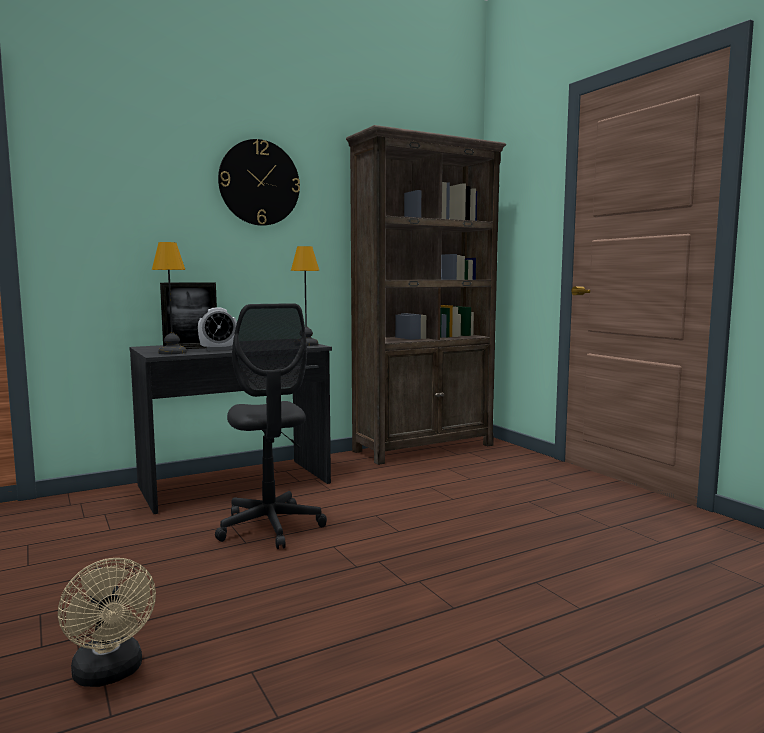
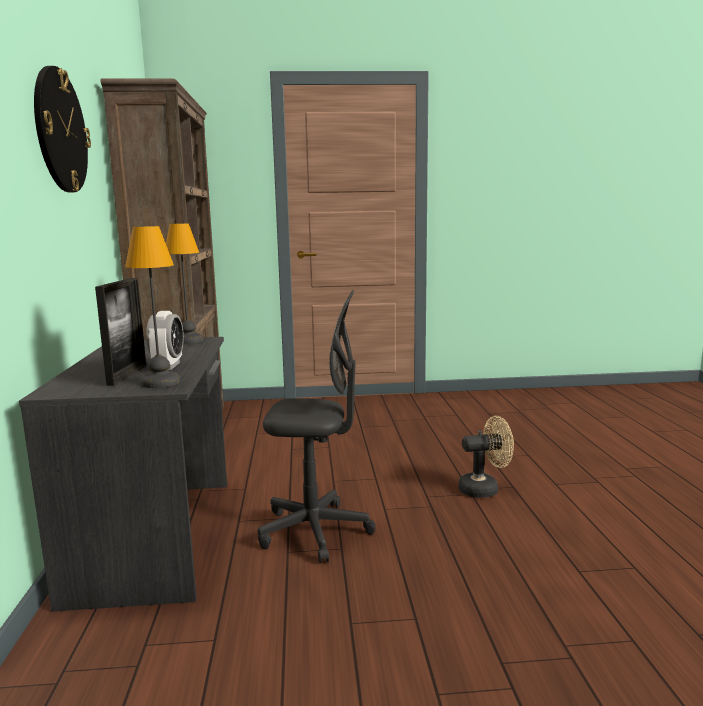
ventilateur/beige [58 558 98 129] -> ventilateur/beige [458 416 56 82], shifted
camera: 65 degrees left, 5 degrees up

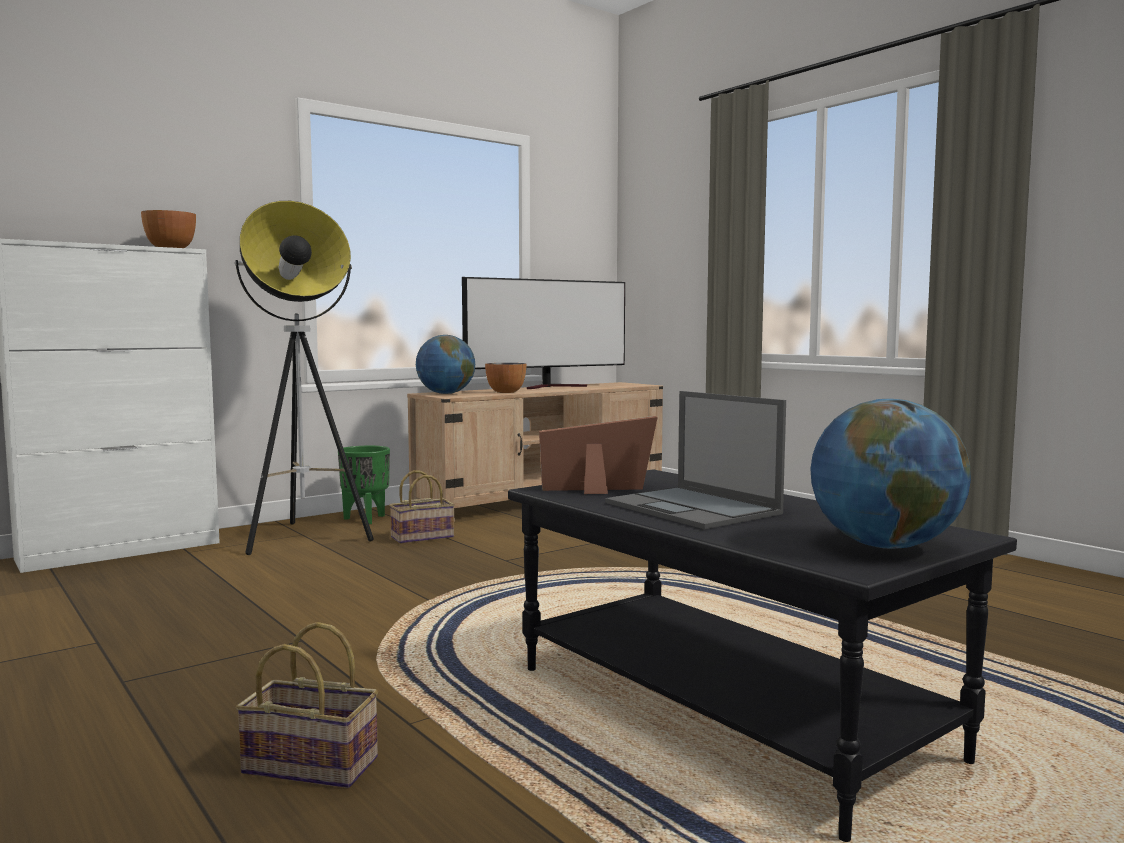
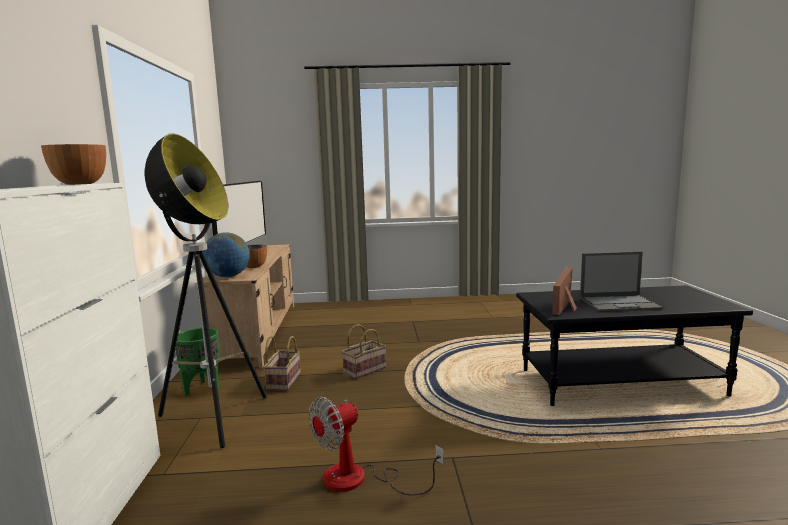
panier [236 622 142 166] -> panier [341 324 45 55], shifted
globe [810 399 161 150] -> none
none -> ventilateur [309 397 135 98]
camera: 55 degrees left, 5 degrees up

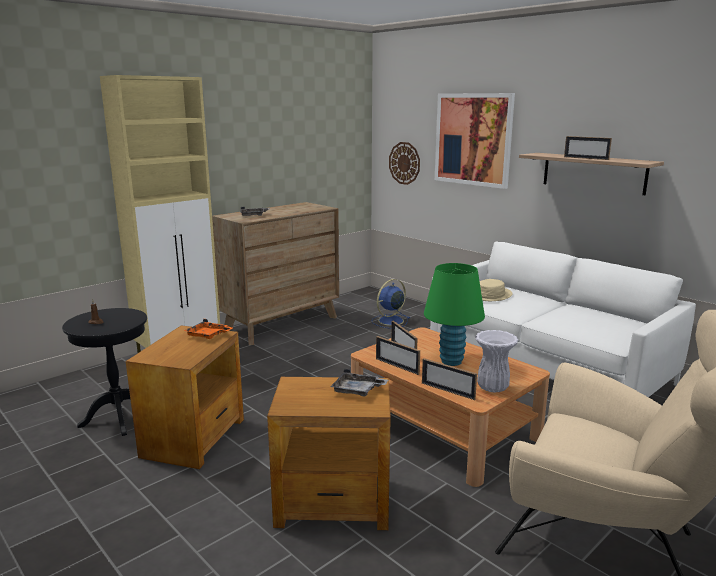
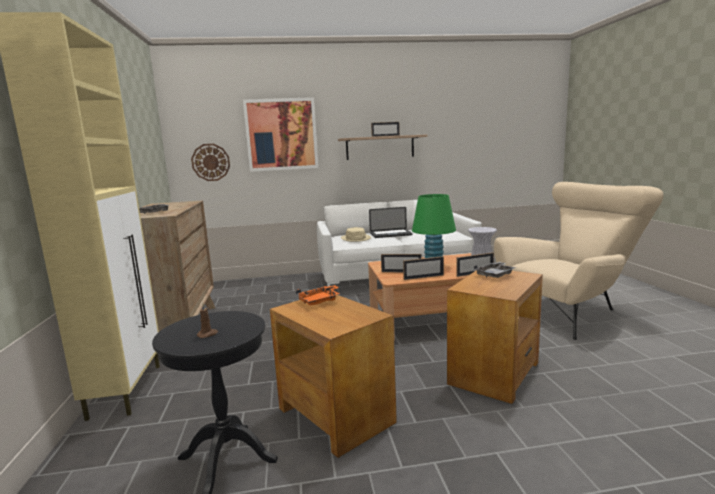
ventilateur/bleu [371 279 39 50] -> none
none -> ordinateur portable [369 207 44 31]
camera: 55 degrees left, 5 degrees down

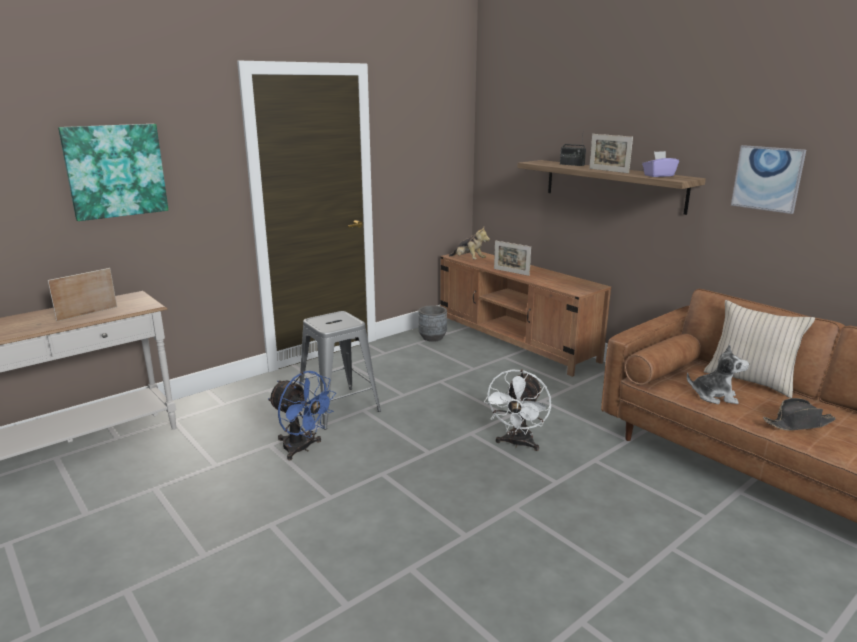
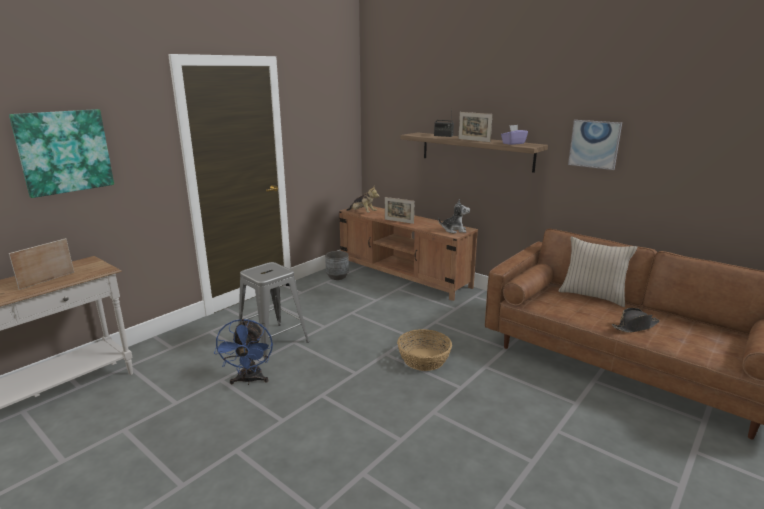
ventilateur/bleu [268 371 68 89] -> ventilateur/bleu [214 319 59 66], 60 degrees clockwise
ventilateur/blanc [484 369 67 82] -> panier [397 329 55 42]
peluche [687 344 62 60] -> peluche [438 199 32 35], shifted
camera: 10 degrees left, 0 degrees up

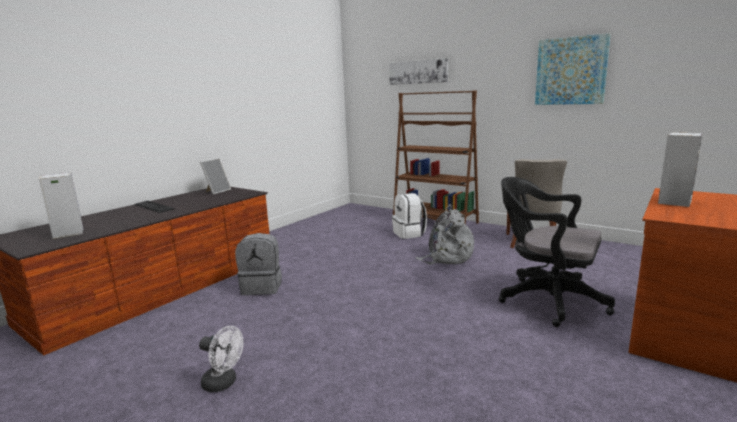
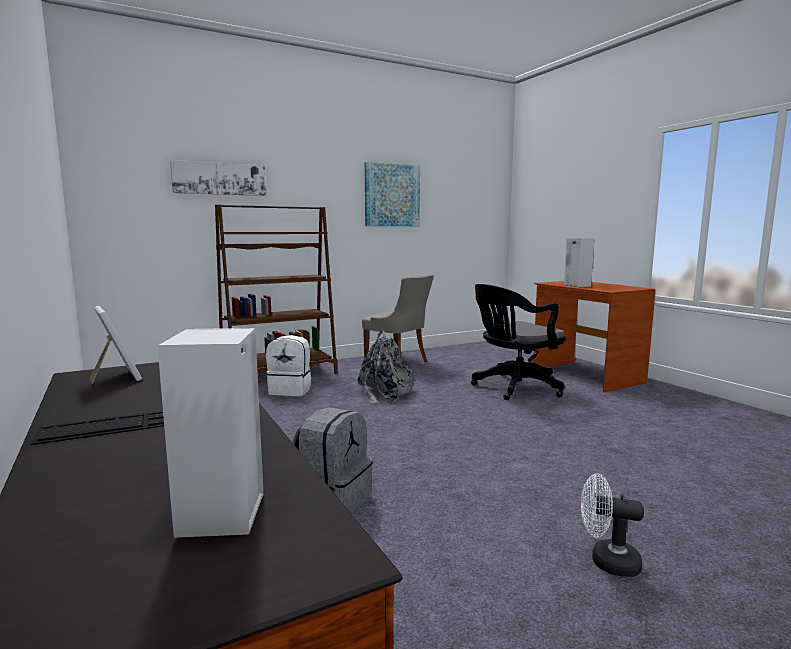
ventilateur/blanc [199 326 44 66] -> ventilateur/blanc [581 473 63 104], 120 degrees counterclockwise
camera: 65 degrees left, 5 degrees down

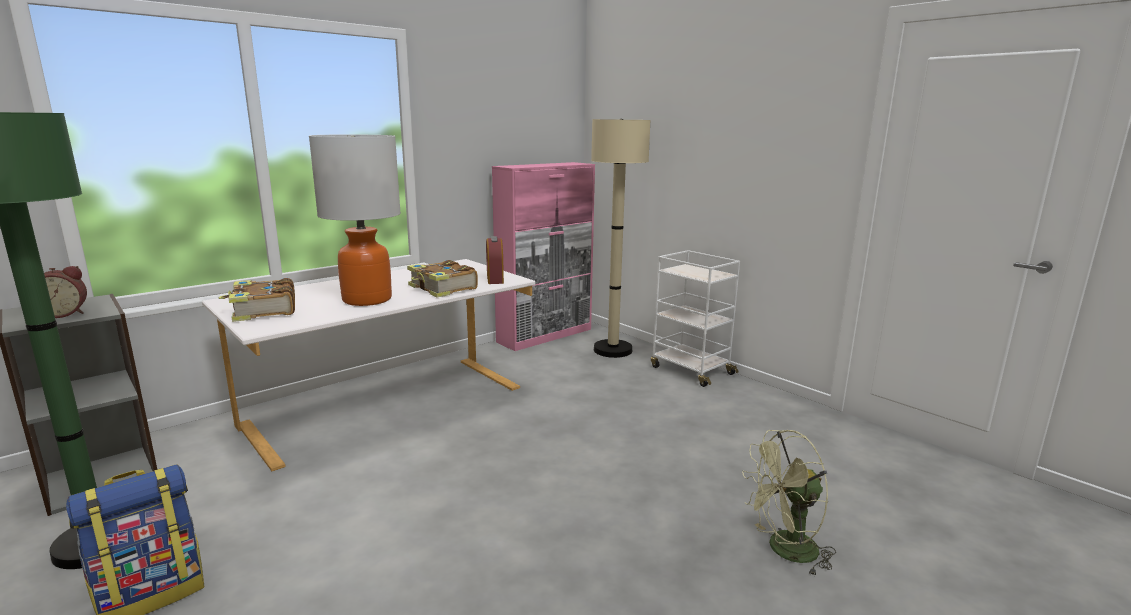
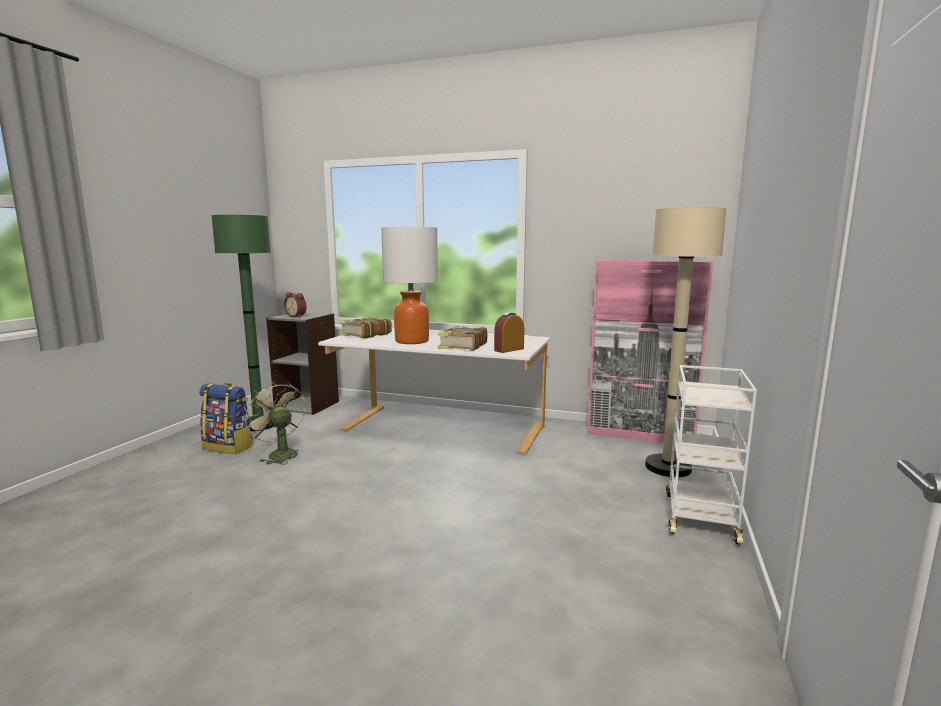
ventilateur/vert [742 430 94 146] -> ventilateur/vert [243 382 63 83], shifted
camera: 60 degrees right, 5 degrees down

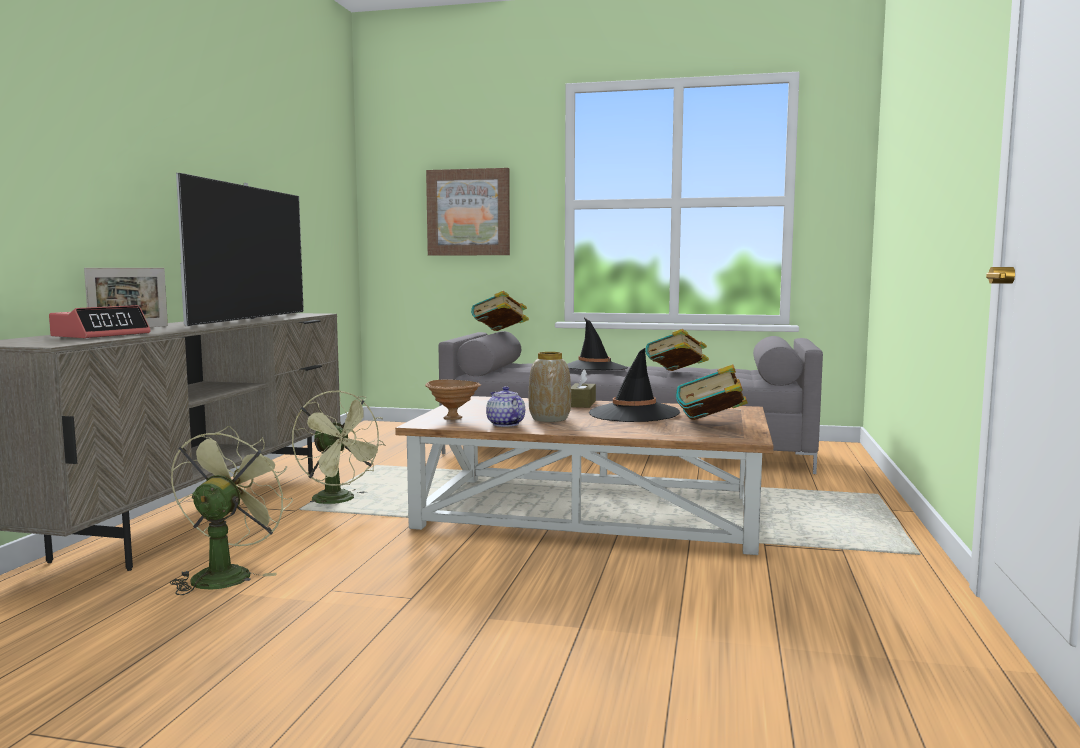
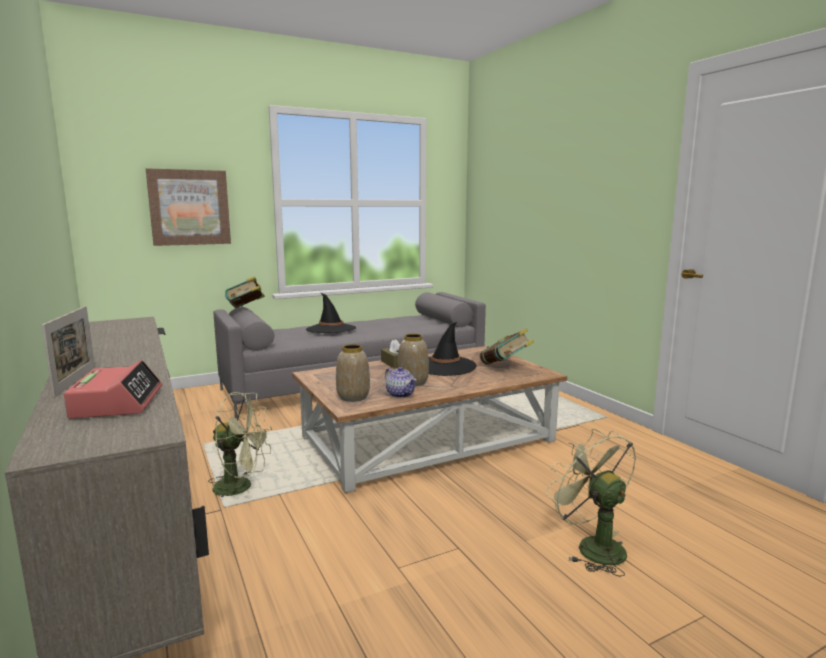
ventilateur/vert [170 426 123 169] -> ventilateur/vert [546 429 90 148], shifted
téléviseur [176 173 128 153] -> none
bol/marron [425 379 56 41] -> vase [336 344 34 58]
théière [486 386 39 41] -> théière [385 367 32 31], 150 degrees counterclockwise
livre [645 329 64 42] -> none
camera: 40 degrees left, 5 degrees up

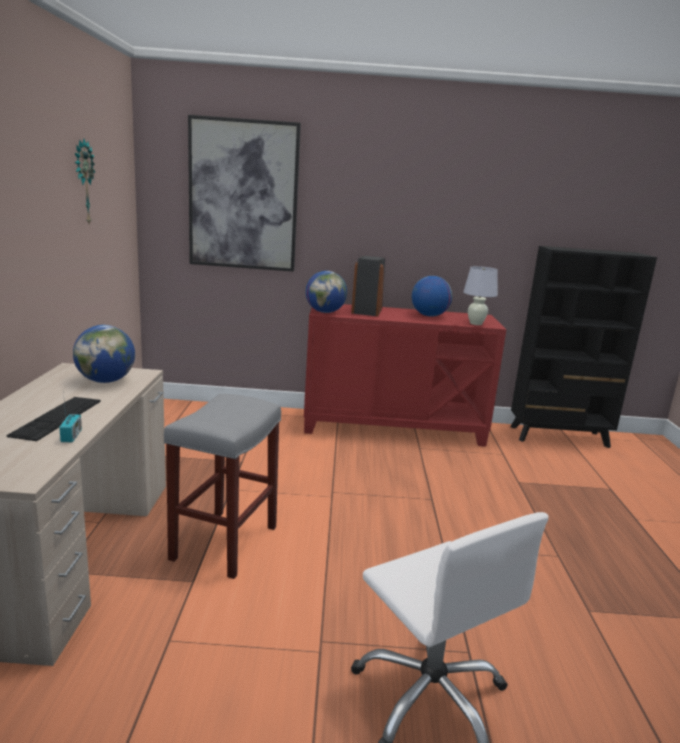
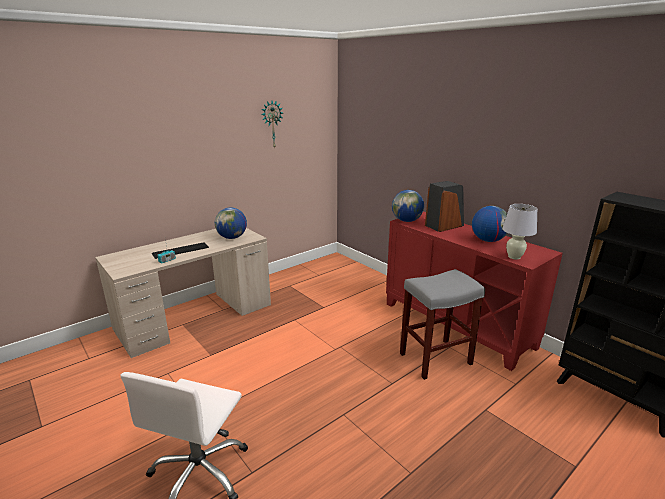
tabouret/gris [164 394 117 185] -> tabouret/gris [400 269 85 111], shifted
tableau [188 115 113 157] -> none
camera: 50 degrees right, 5 degrees up

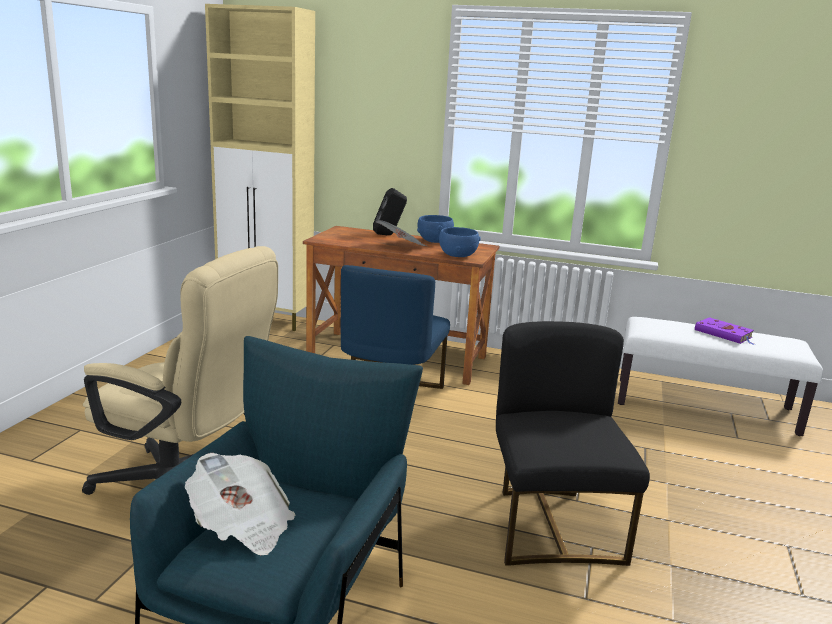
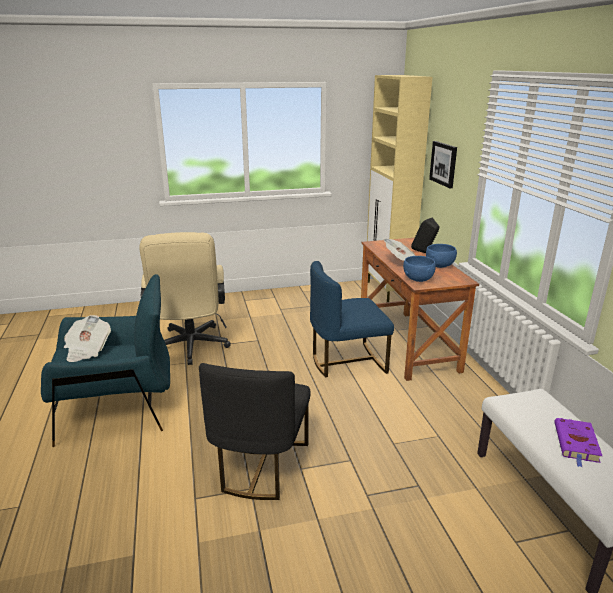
chaise/noir [496 321 154 245] -> chaise/noir [199 363 112 137], 135 degrees clockwise
none -> tableau [429 141 28 47]
camera: 60 degrees right, 5 degrees up

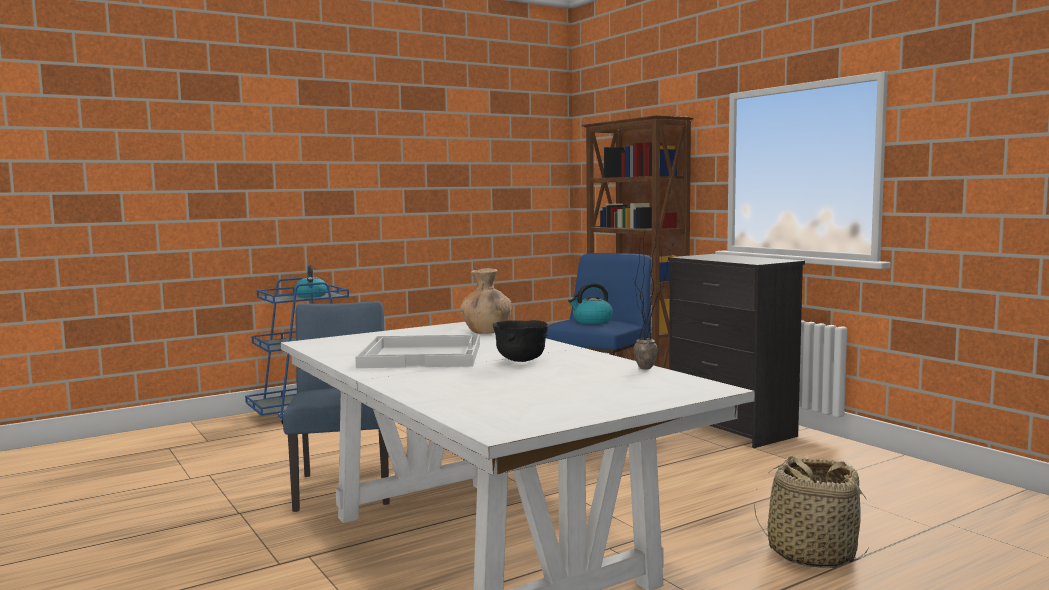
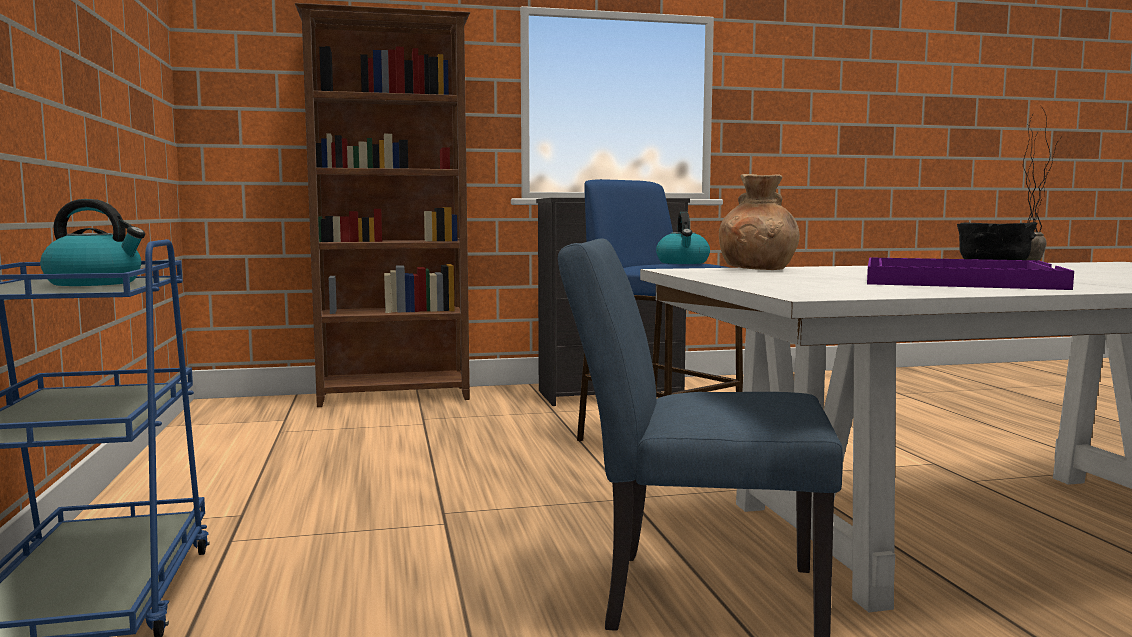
plateau/blanc [355 335 125 33] -> plateau/violet [867 257 207 33]
panier [754 456 114 112] -> none
camera: 70 degrees left, 0 degrees up

